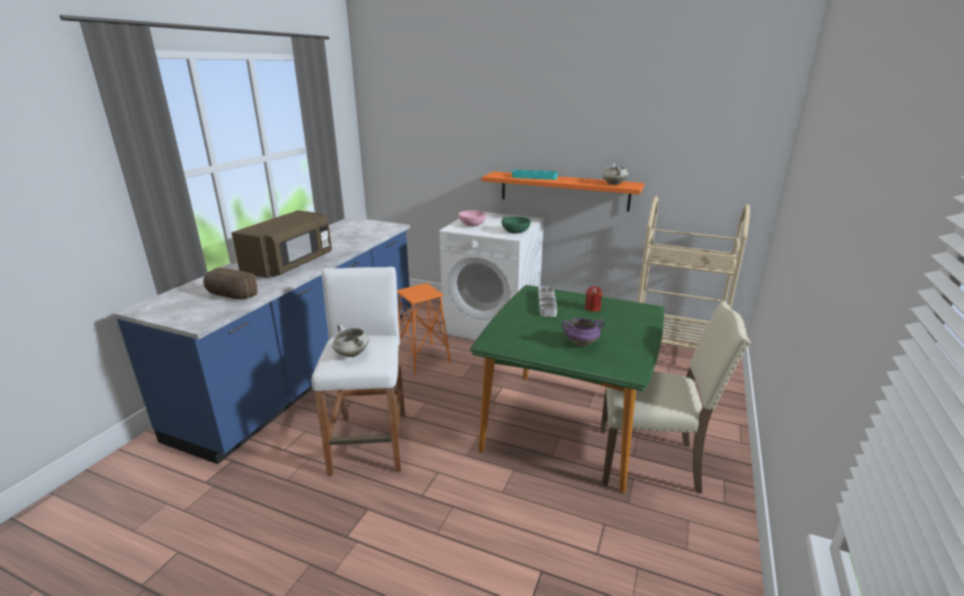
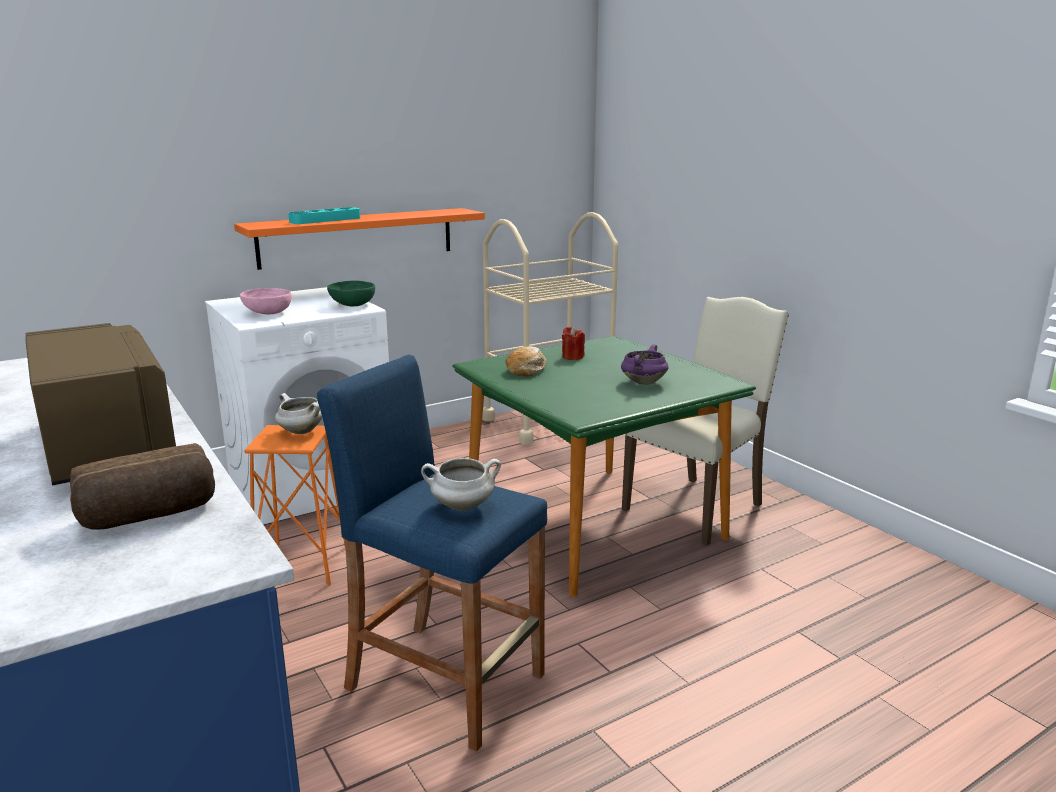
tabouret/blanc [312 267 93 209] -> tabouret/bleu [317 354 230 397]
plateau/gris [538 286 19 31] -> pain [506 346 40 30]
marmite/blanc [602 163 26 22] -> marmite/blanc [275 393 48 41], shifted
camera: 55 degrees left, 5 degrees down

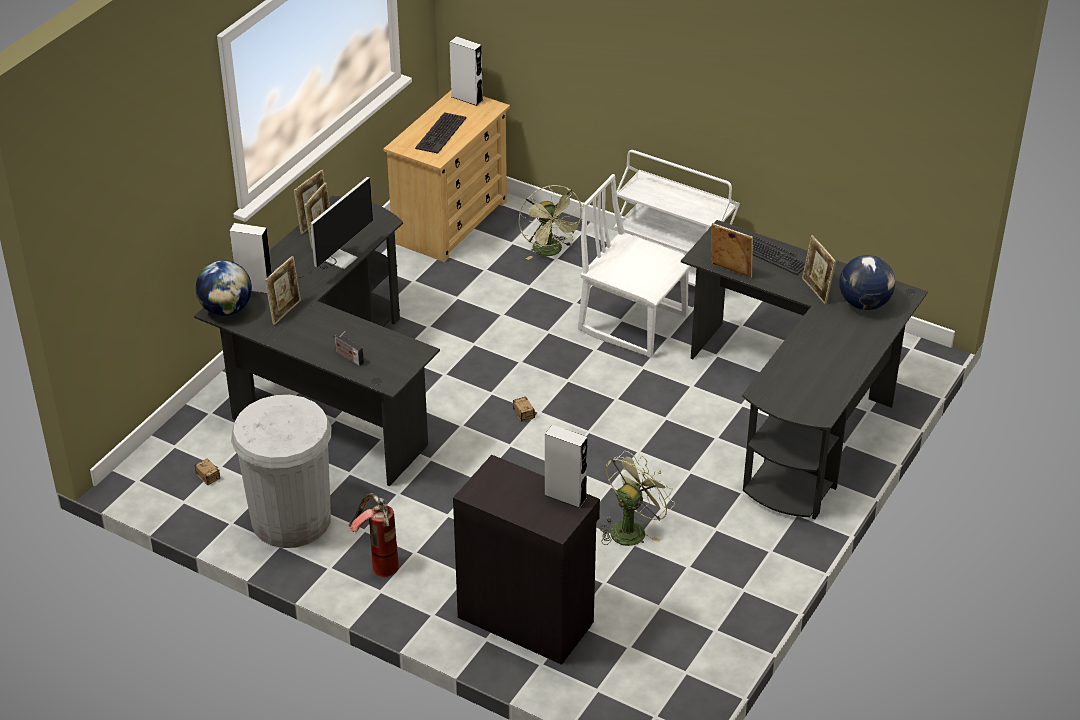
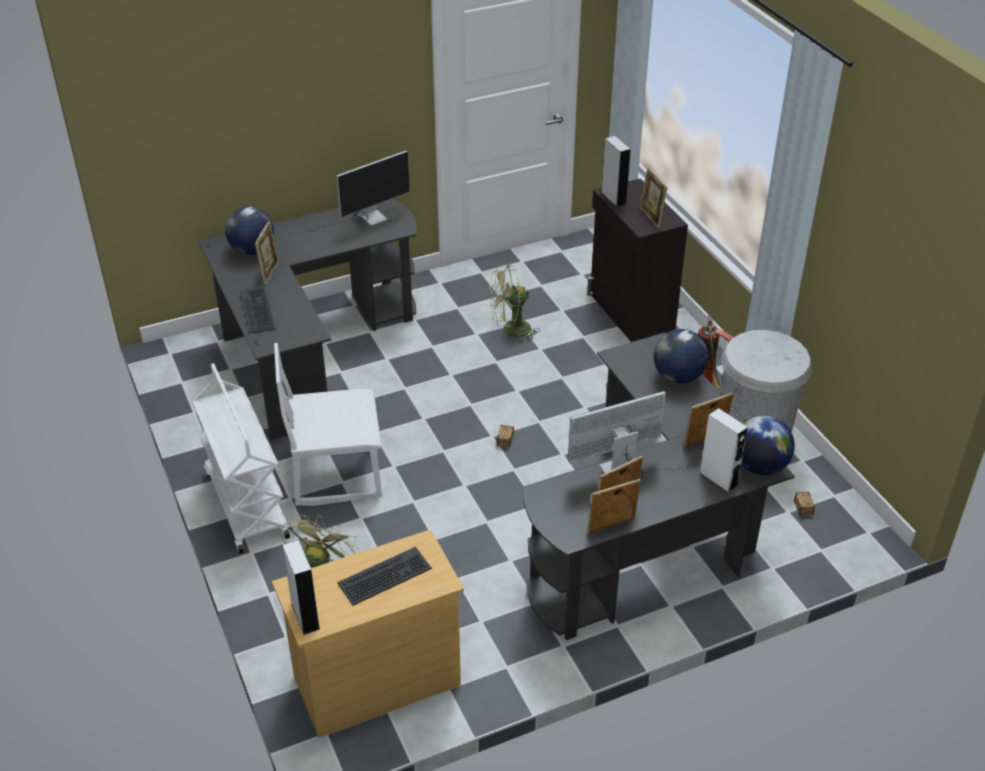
radio [334 331 30 35] -> globe [654 329 55 55]
chaise/blanc [578 174 113 184] -> chaise/blanc [274 343 108 163], 105 degrees clockwise
cadre photo [712 223 41 55] -> cadre photo [640 167 28 61], shifted
none -> écran d'ordinateur [308 151 102 83]
camera: 145 degrees left, 0 degrees up

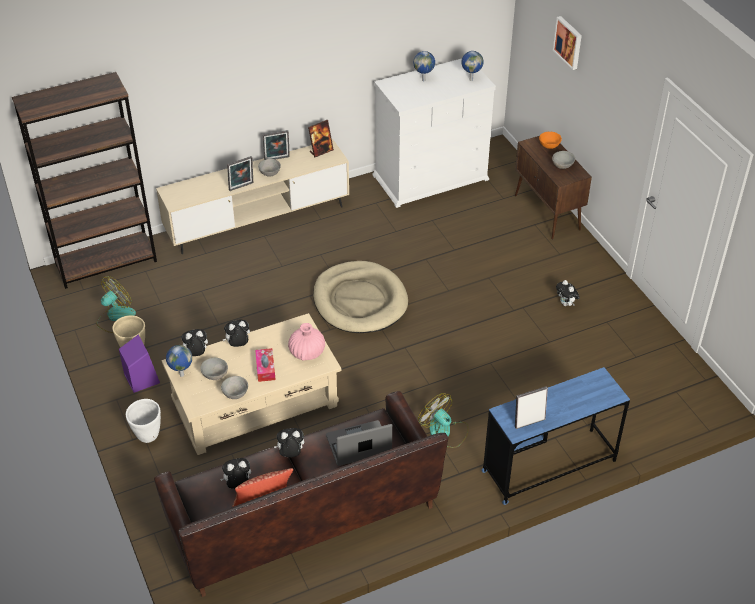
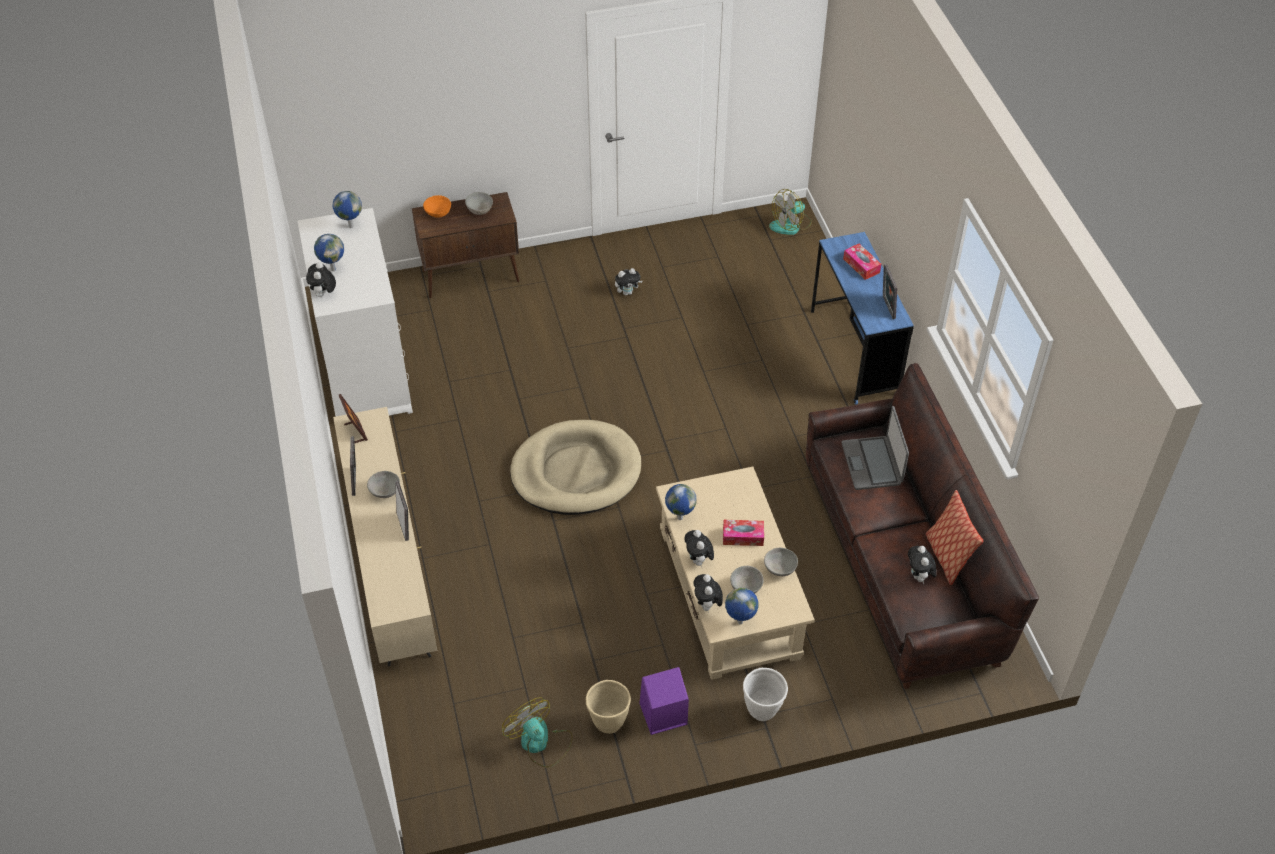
bibliothèque/marron [12 72 145 217] -> none
peluche [274 428 30 29] -> peluche [306 262 30 35], shifted
vase/rose [288 323 37 37] -> none
ventilateur [418 393 51 55] -> ventilateur [769 189 43 46], shifted
tableau [553 16 29 54] -> none
none -> globe [665 484 32 36]
none -> boîte à mouchoirs [843 243 38 37]
camera: 80 degrees left, 5 degrees up

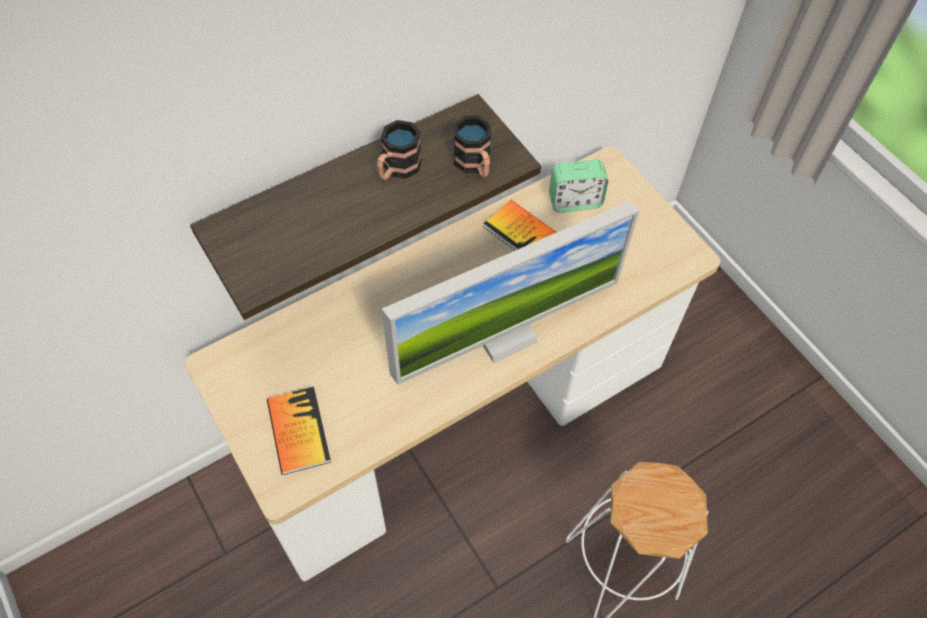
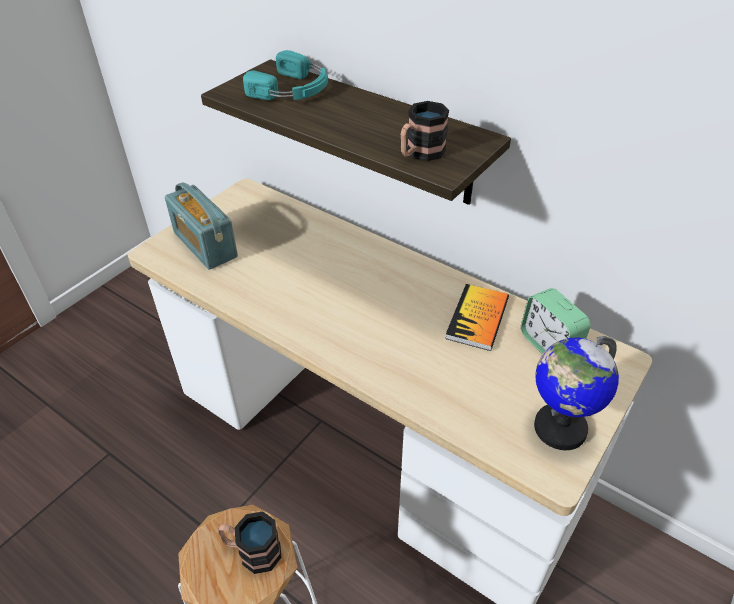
livre [267 387 64 88] -> radio [165 182 73 87]
mug [377 120 45 61] -> mug [218 511 64 63], shifted
écran d'ordinateur [382 201 257 184] -> none
none -> casque audio/turquoise [243 50 85 50]
none -> globe [534 336 85 114]
camera: 70 degrees right, 15 degrees down

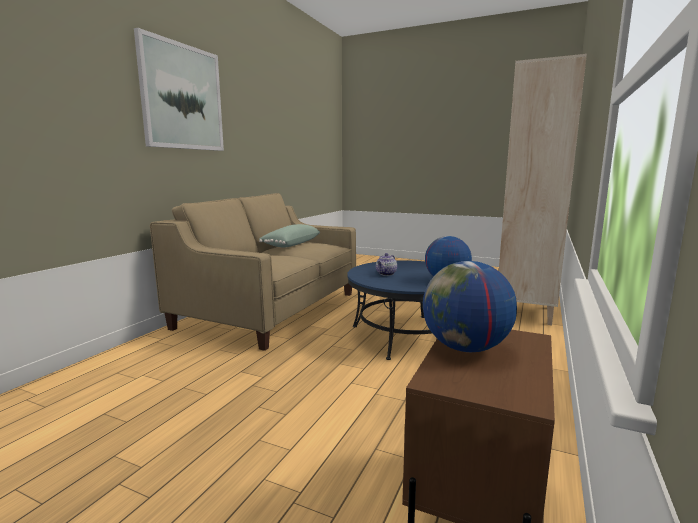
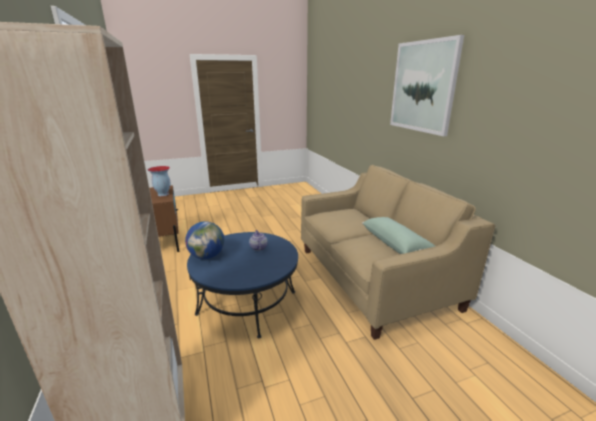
globe [423 261 94 91] -> vase [148 166 23 30]
camera: 135 degrees right, 10 degrees up

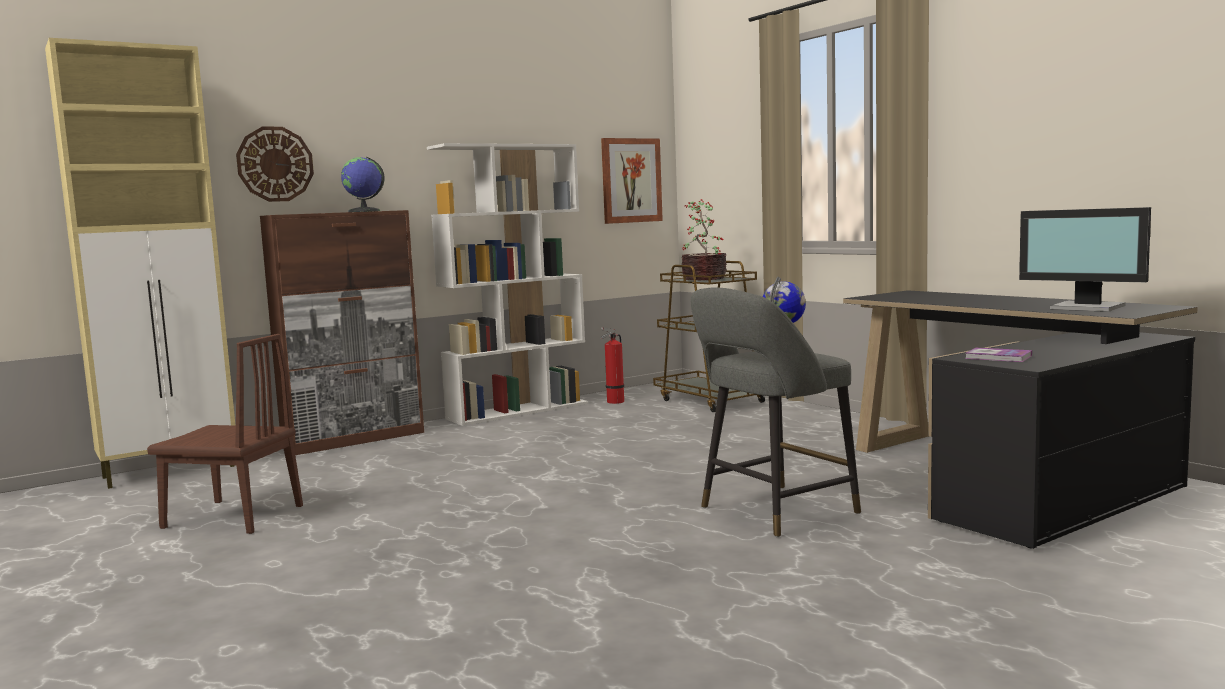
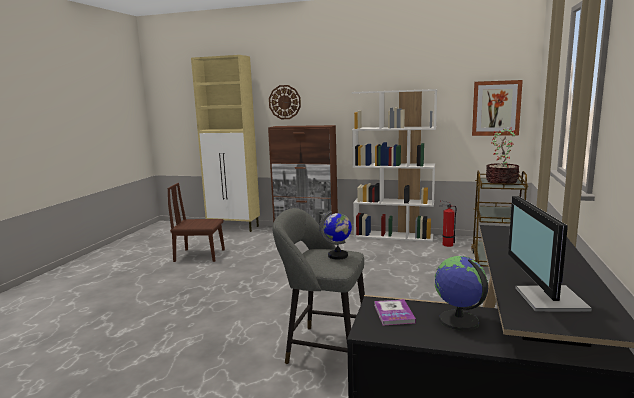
chaise/marron [147 334 156 200] -> chaise/marron [167 183 58 79], 120 degrees clockwise
globe [341 157 44 55] -> globe [434 256 54 75], shifted
camera: 50 degrees right, 5 degrees up

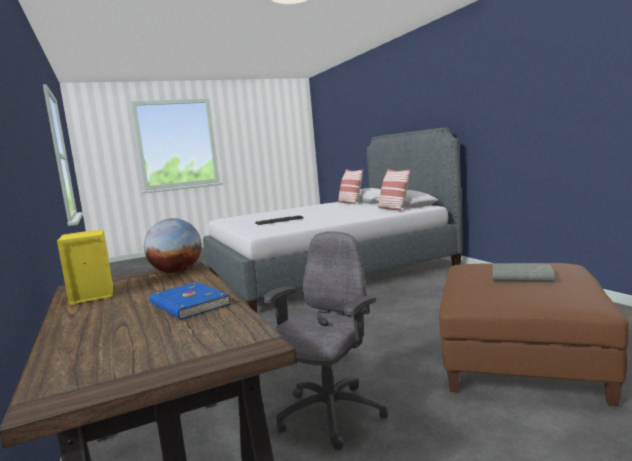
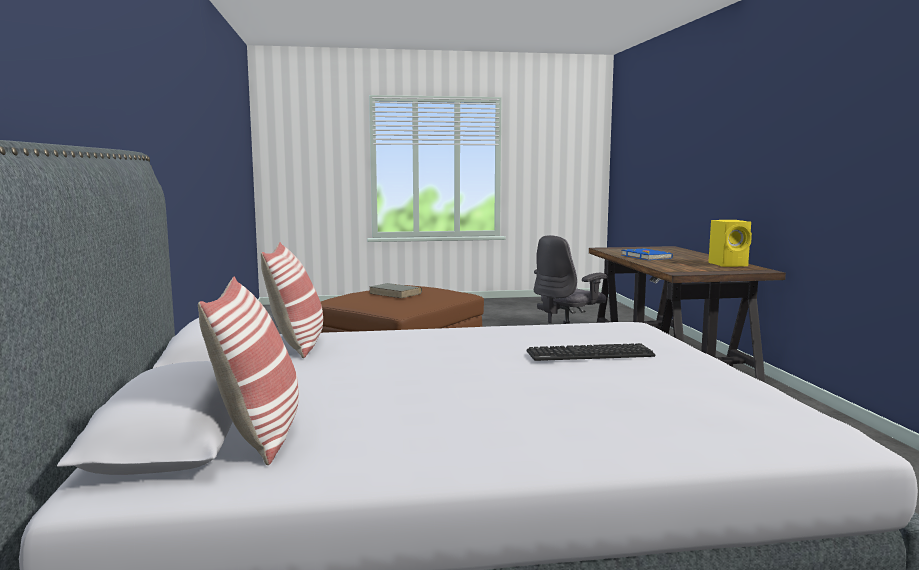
globe [144 218 58 56] -> none
camera: 165 degrees left, 0 degrees up

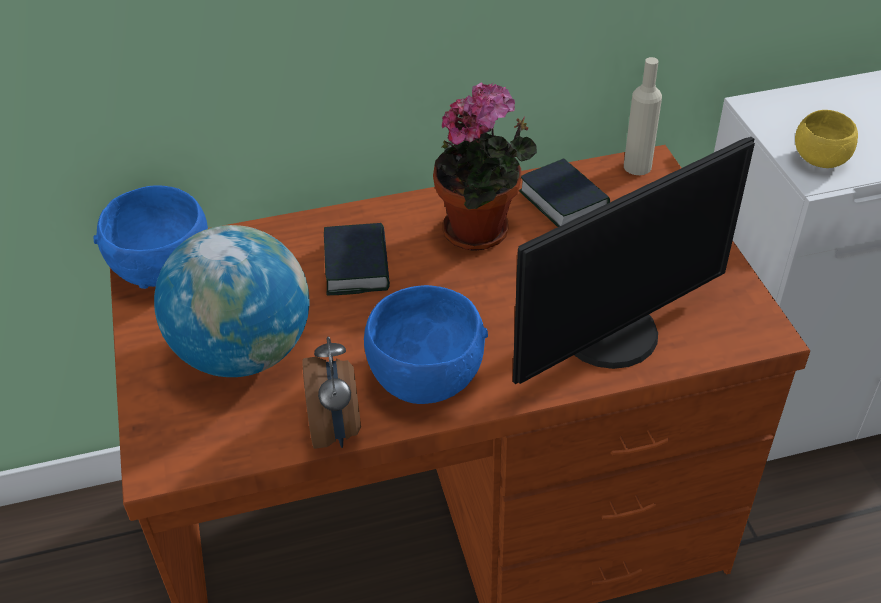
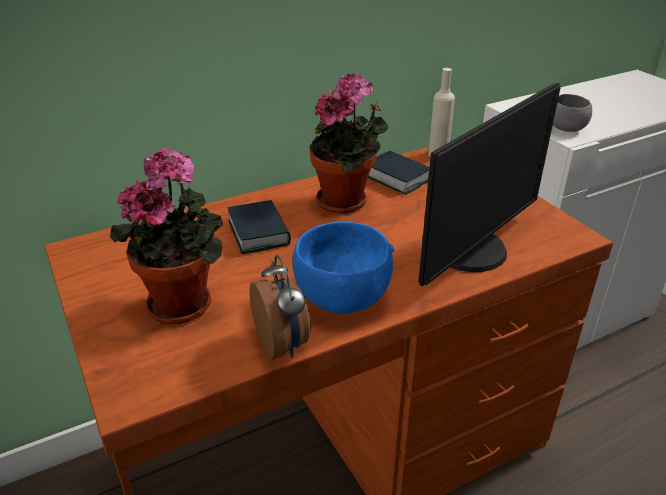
bol/bleu [94 185 114 104] -> none
globe [154 225 155 152] -> plante en pot [110 147 114 177]
bol/jaune [795 110 63 58] -> bol/gris [553 94 39 38]
camera: 15 degrees left, 10 degrees down

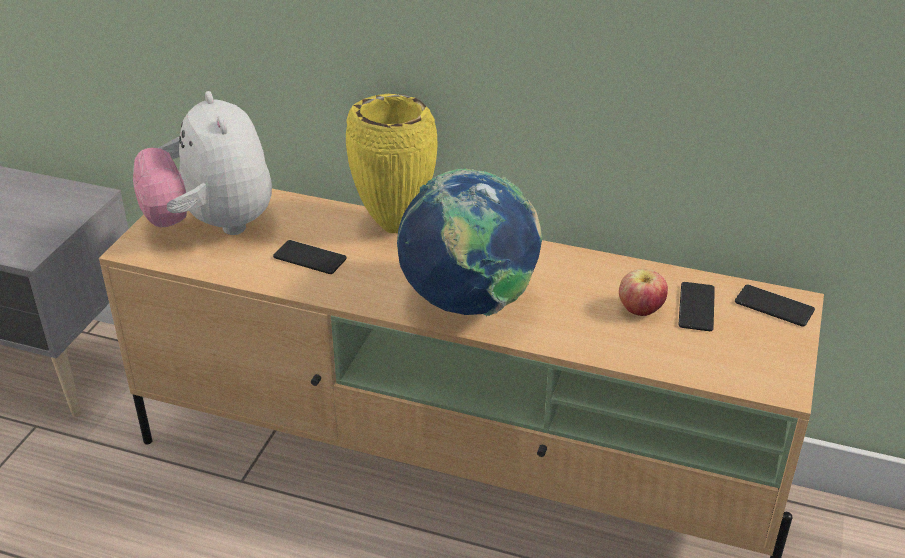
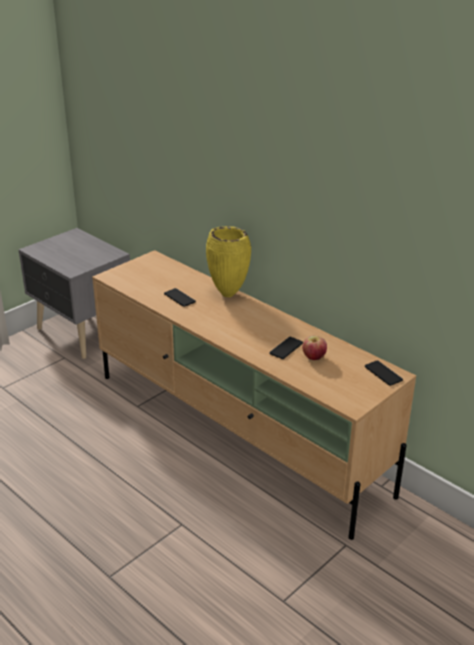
peluche [133 91 139 144] -> none
globe [397 168 145 149] -> none
téléphone [679 282 36 49] -> téléphone [269 337 34 22], shifted
camera: 25 degrees right, 5 degrees down

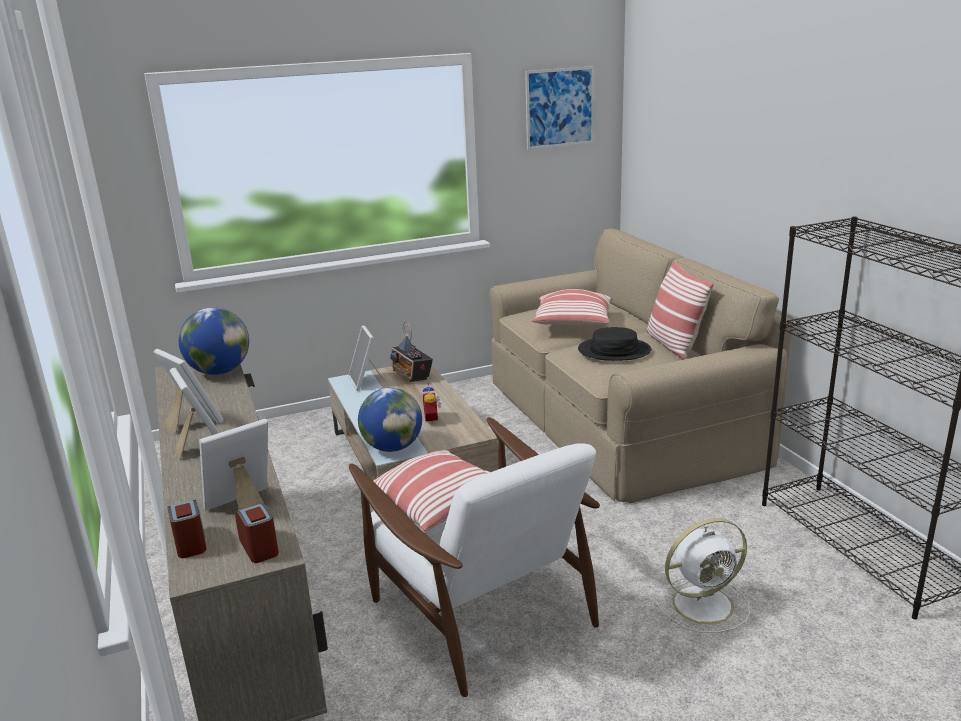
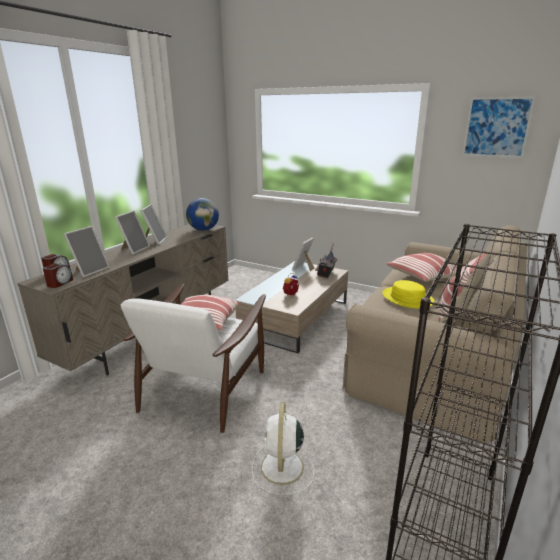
cadre photo [199 419 69 92] -> cadre photo [64 226 45 52], 105 degrees clockwise
globe [358 388 64 64] -> none
chapeau/noir [578 327 73 34] -> chapeau/jaune [382 280 53 28]
ventilateur/blanc [654 518 96 115] -> ventilateur/blanc [252 402 62 93], 60 degrees clockwise
camera: 50 degrees right, 0 degrees up

